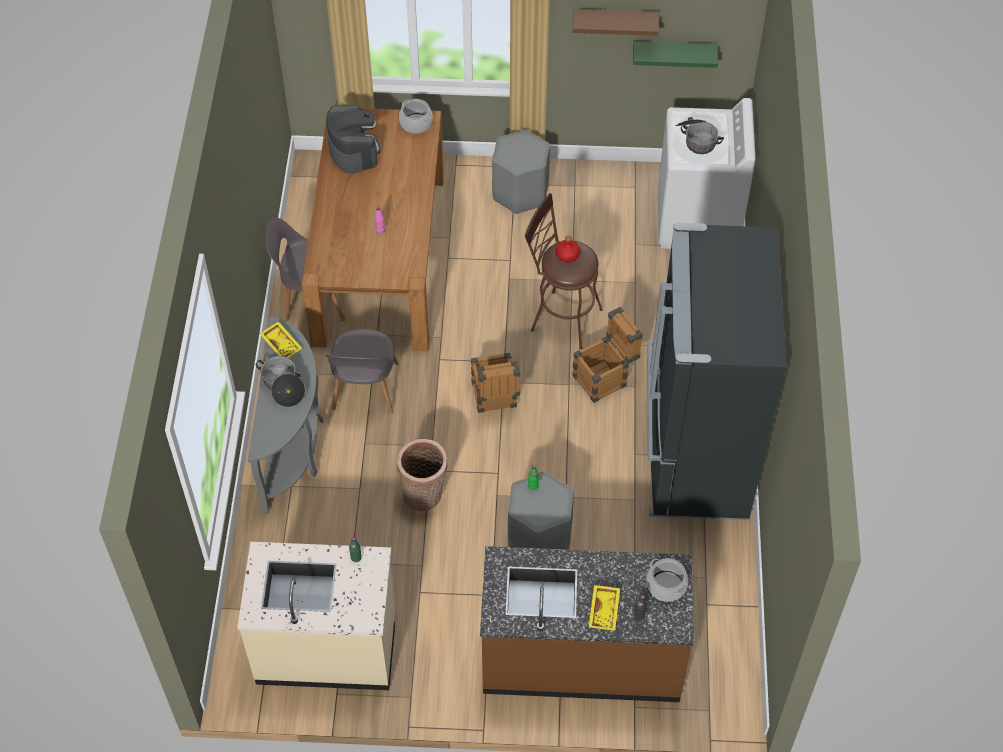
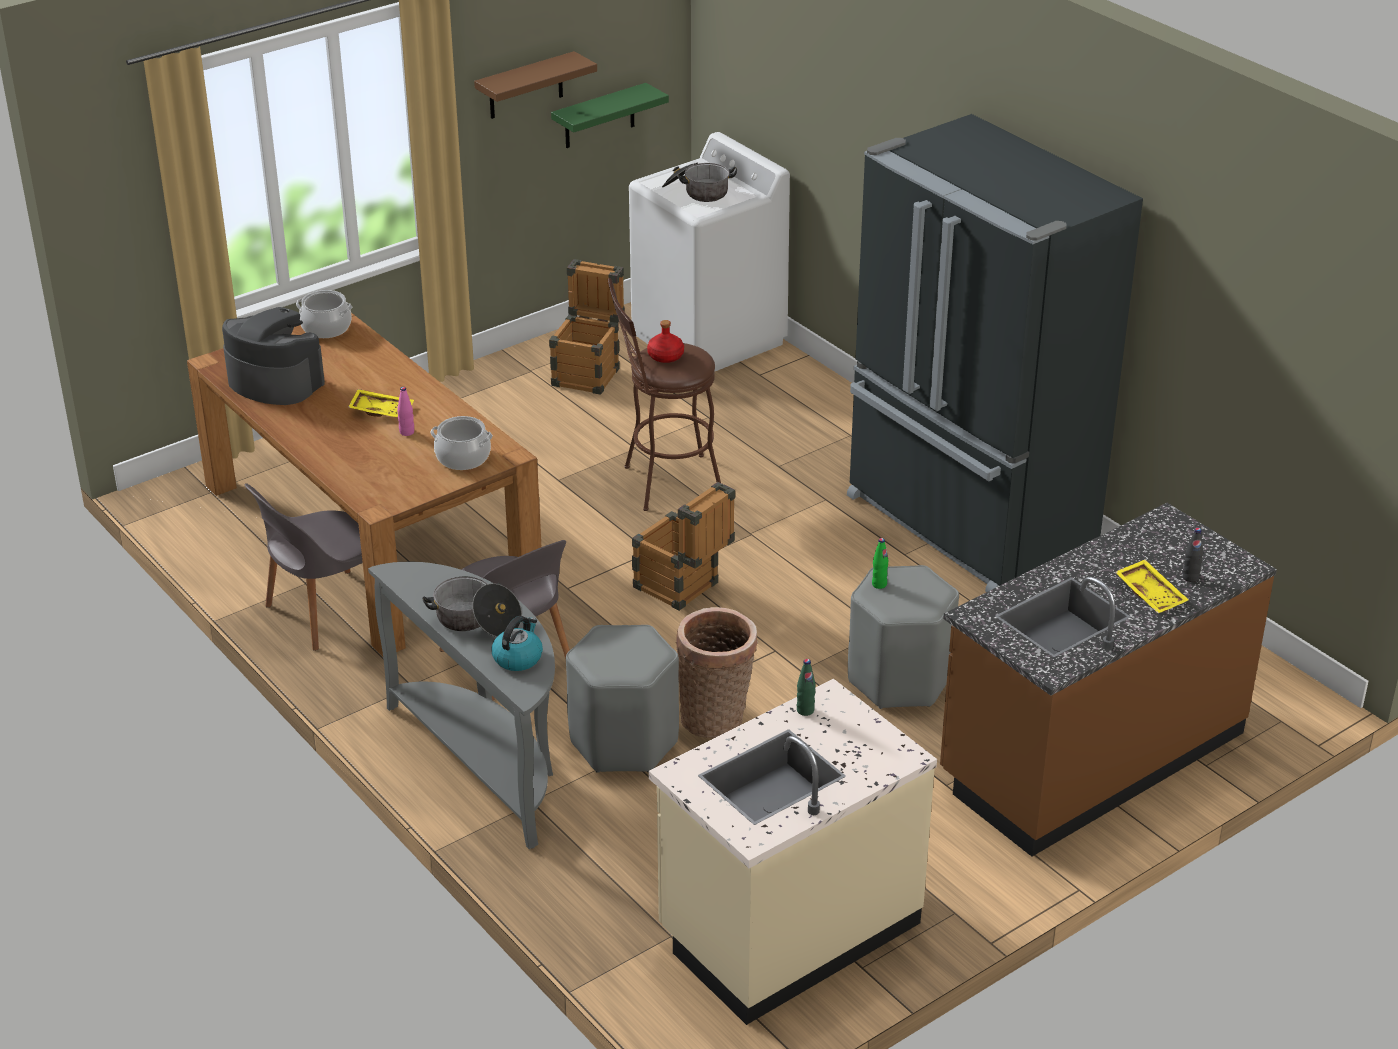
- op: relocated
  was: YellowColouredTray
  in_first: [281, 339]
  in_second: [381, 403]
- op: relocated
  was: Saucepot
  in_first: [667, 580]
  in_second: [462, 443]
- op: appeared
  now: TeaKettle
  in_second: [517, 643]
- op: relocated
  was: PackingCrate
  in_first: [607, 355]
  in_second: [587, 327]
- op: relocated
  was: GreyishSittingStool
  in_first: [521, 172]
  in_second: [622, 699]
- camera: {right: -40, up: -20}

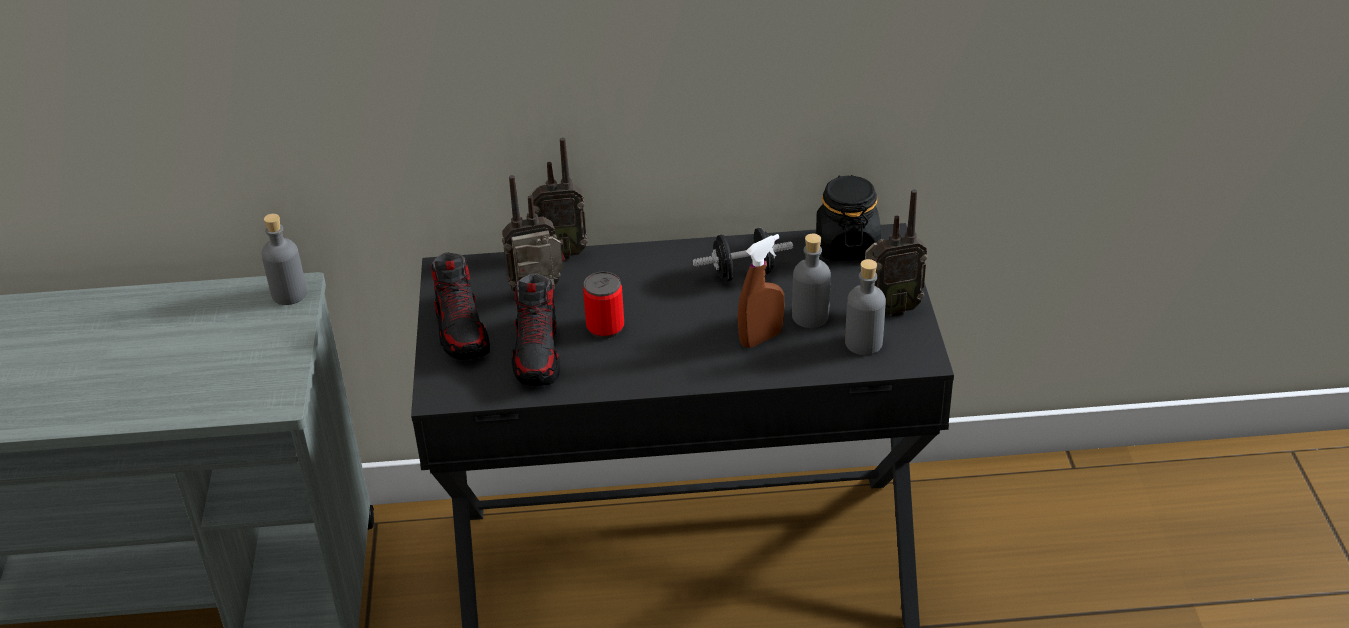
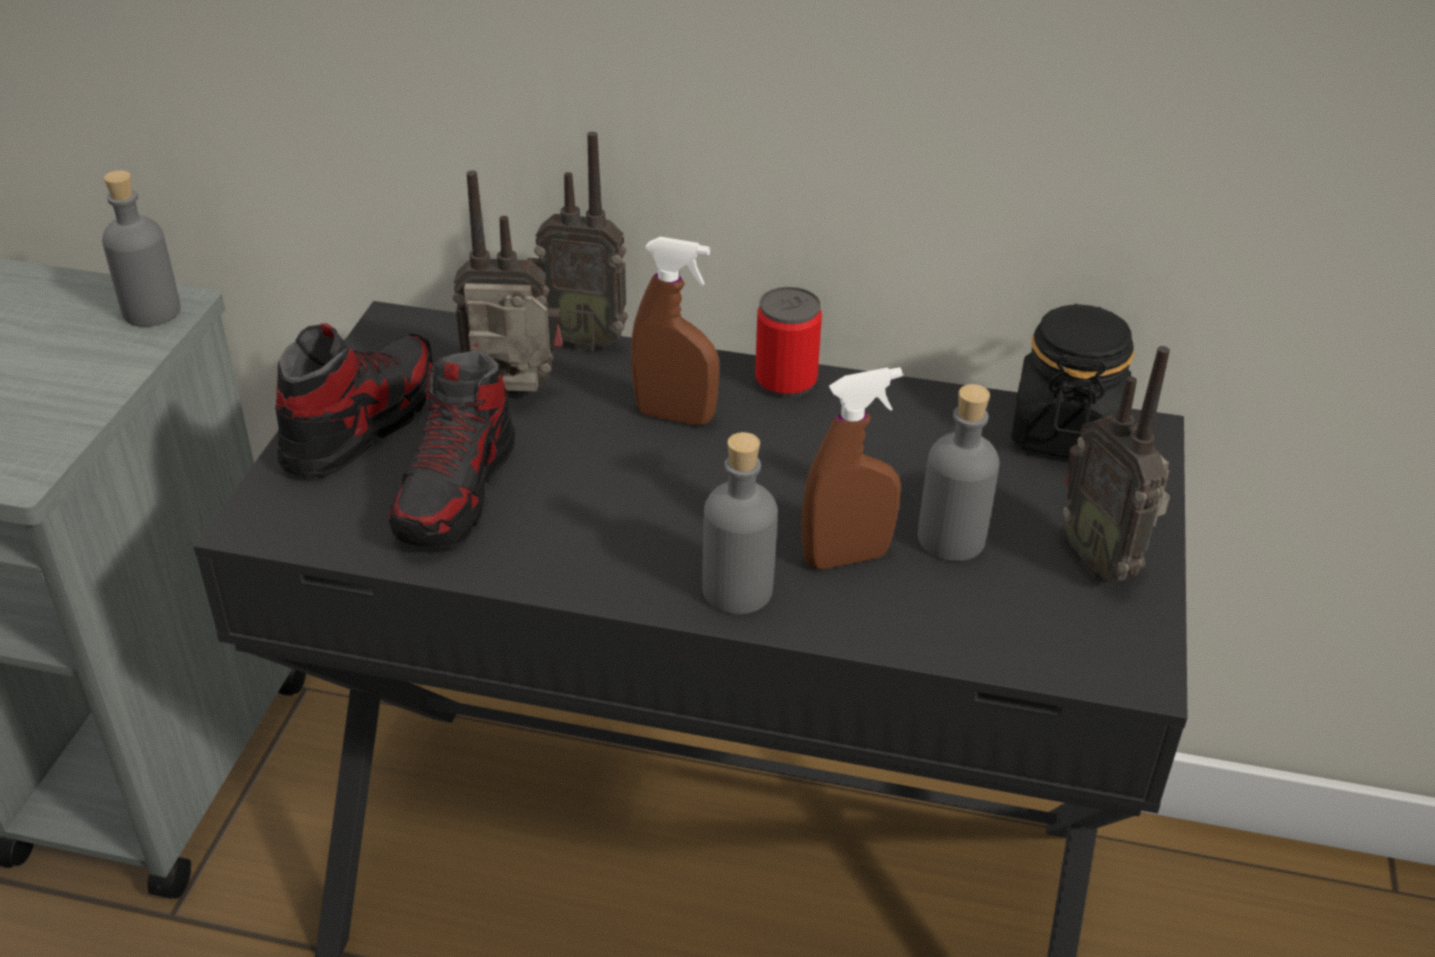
- op: spun
  was: ItemOfFootwear
  in_first: [460, 306]
  in_second: [354, 400]
  clockwise: -150
- op: appeared
  now: BrownishSprayBottle
  in_second: [675, 331]
- op: relocated
  was: GreyishBeverageBottle
  in_first: [865, 307]
  in_second: [740, 523]
- op: relocated
  was: MetalCan
  in_first: [603, 304]
  in_second: [788, 342]
- op: spun
  was: RadioReceiver
  in_first: [896, 253]
  in_second: [1116, 464]
  clockwise: 60
- op: missing
  was: BlackFreeWeight
  in_first: [743, 255]
- camera: {right: 15, up: 0}

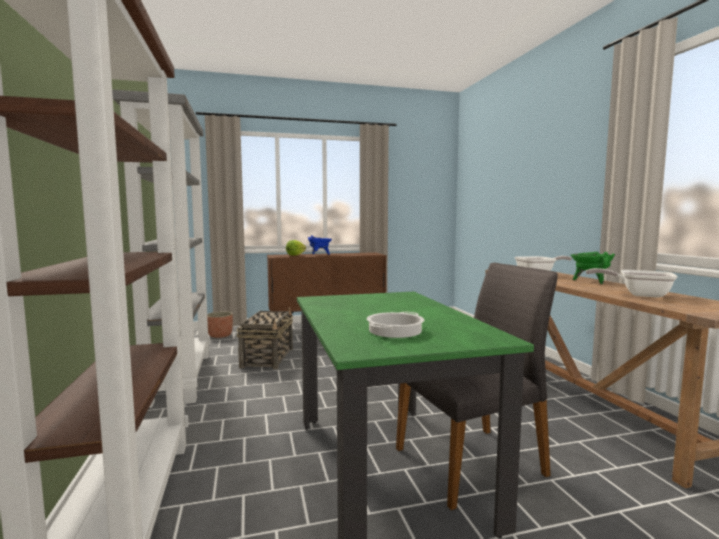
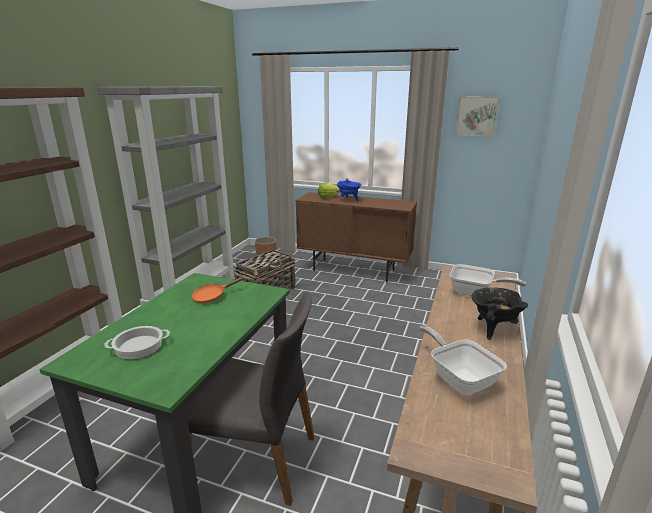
- op: appeared
  now: OrangeColouredSkillet
  in_second: [217, 289]
- op: appeared
  now: WallPicture
  in_second: [477, 116]
- op: colour
  was: GreenSaucepot
  now: BlackSaucepot
  in_first: [592, 268]
  in_second: [500, 313]
- camera: {right: 35, up: 15}

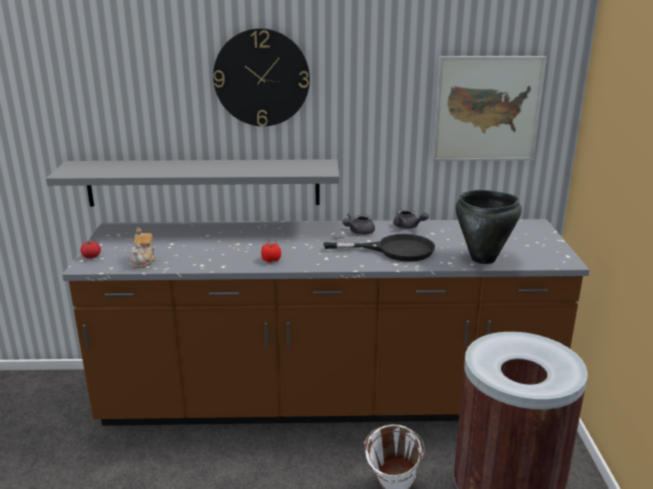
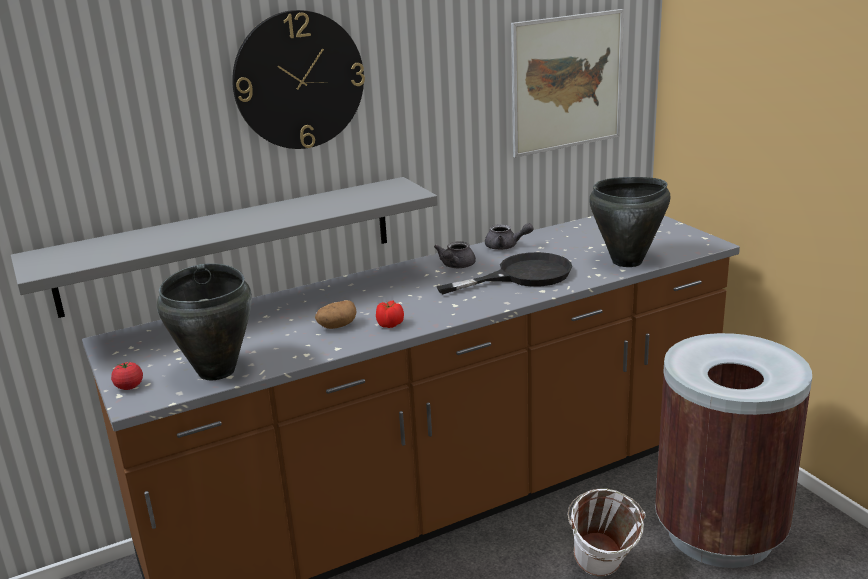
- op: exchanged
  was: Teapot
  now: BlackSaucepot
  in_first: [143, 248]
  in_second: [204, 321]
- op: appeared
  now: WholePotato
  in_second: [335, 314]
- camera: {right: -25, up: 0}

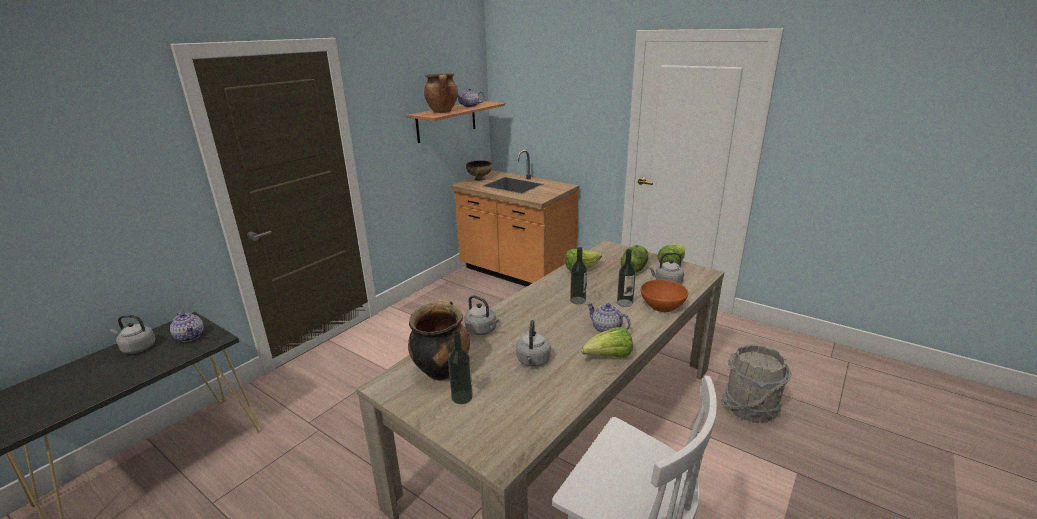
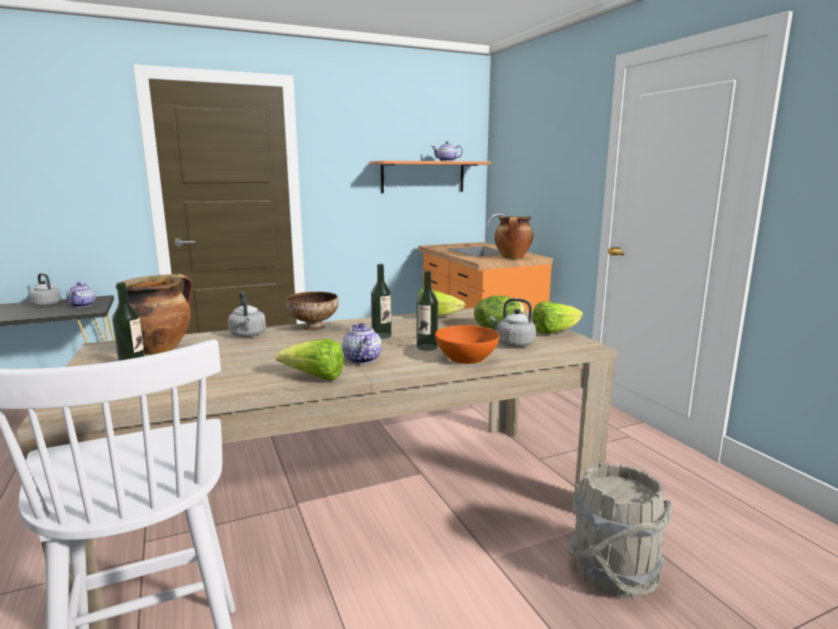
- op: relocated
  was: ServingBowl
  in_first: [479, 170]
  in_second: [312, 311]
- op: relocated
  was: Saucepot
  in_first: [441, 93]
  in_second: [513, 237]
- op: missing
  was: GreyishTeaKettle
  in_first: [533, 343]
- camera: {right: 30, up: -10}

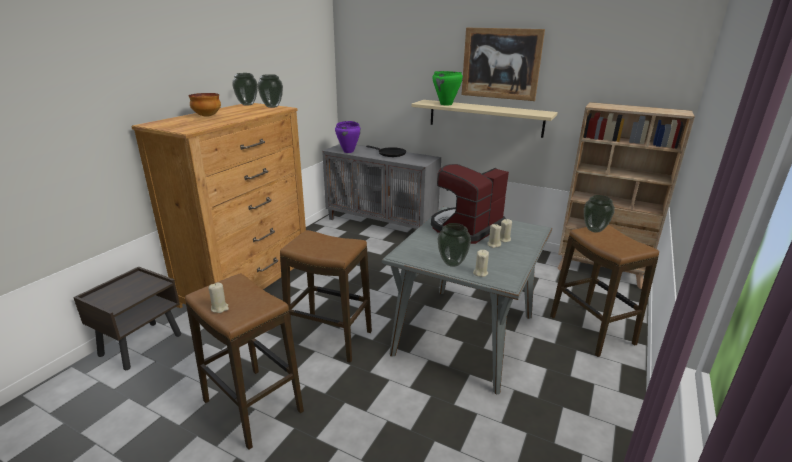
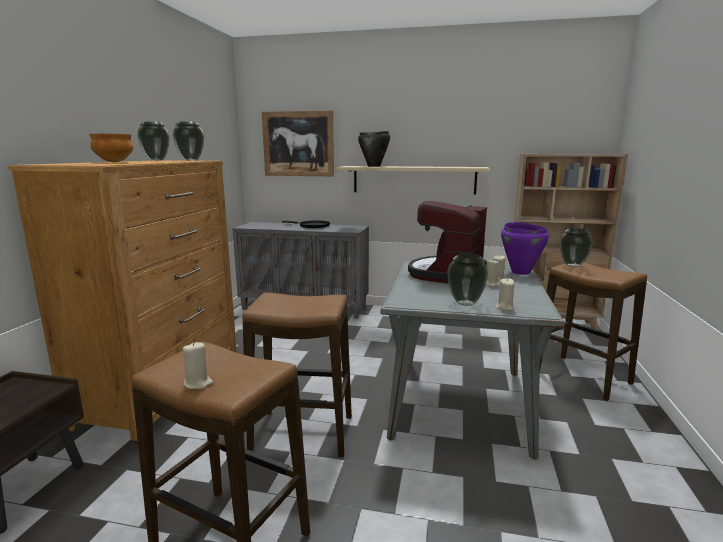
- op: relocated
  was: WallPicture
  in_first: [503, 64]
  in_second: [298, 143]
- op: colour
  was: GreenSaucepot
  now: BlackSaucepot
  in_first: [447, 88]
  in_second: [374, 149]
- op: relocated
  was: PurpleColouredSaucepot
  in_first: [348, 137]
  in_second: [525, 248]
- camera: {right: -15, up: -10}

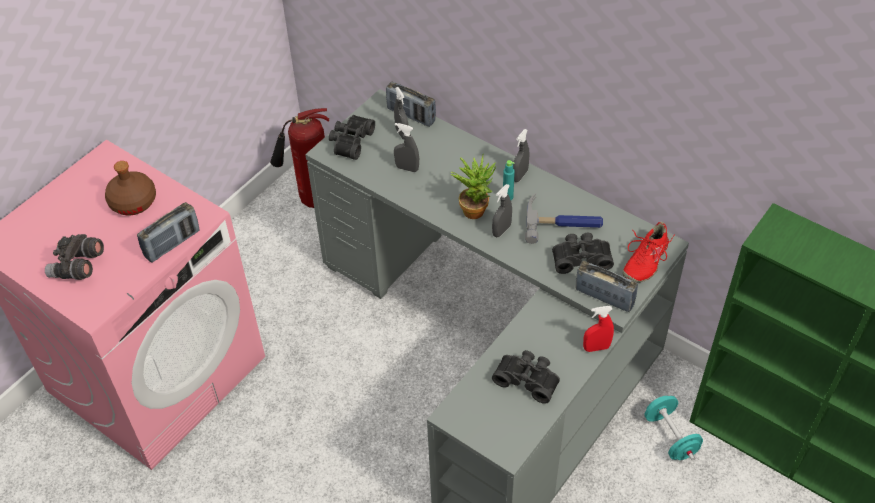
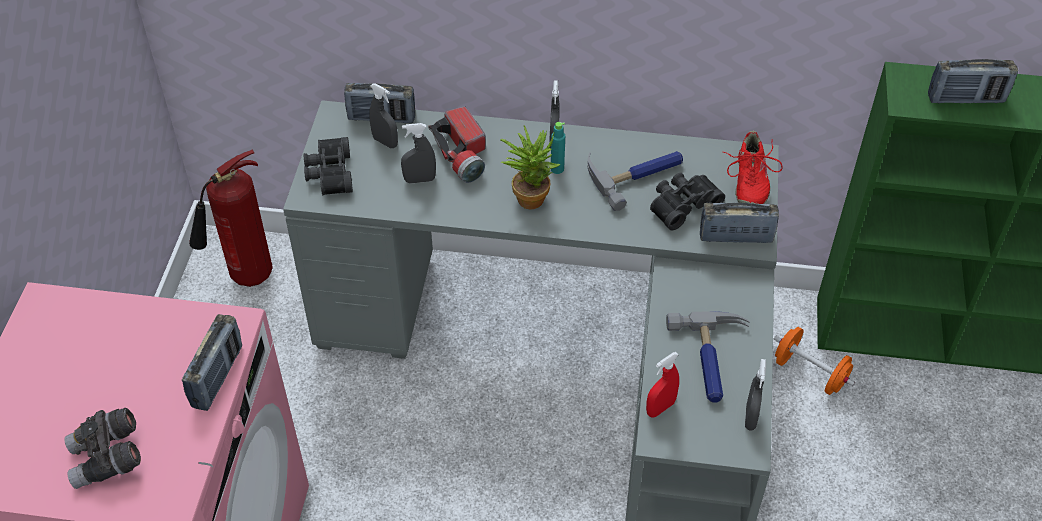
- op: appeared
  now: HandTorch
  in_second: [457, 144]
- op: relocated
  was: RedColouredSprayBottle
  in_first: [598, 329]
  in_second: [662, 384]
- op: exchanged
  was: BlackFieldGlasses
  now: HandHammer
  in_first: [526, 377]
  in_second: [708, 357]
- op: relocated
  was: GreyishSprayBottle
  in_first: [502, 210]
  in_second: [755, 395]
- op: colour
  was: BlueGreenFreeWeight
  now: OrangeColouredFreeWeight
  in_first: [673, 428]
  in_second: [814, 361]
- op: appeared
  now: RadioReceiver
  in_second: [973, 81]
- op: missing
  was: BrownishBeverageBottle
  in_first: [130, 188]
- camera: {right: -30, up: 0}

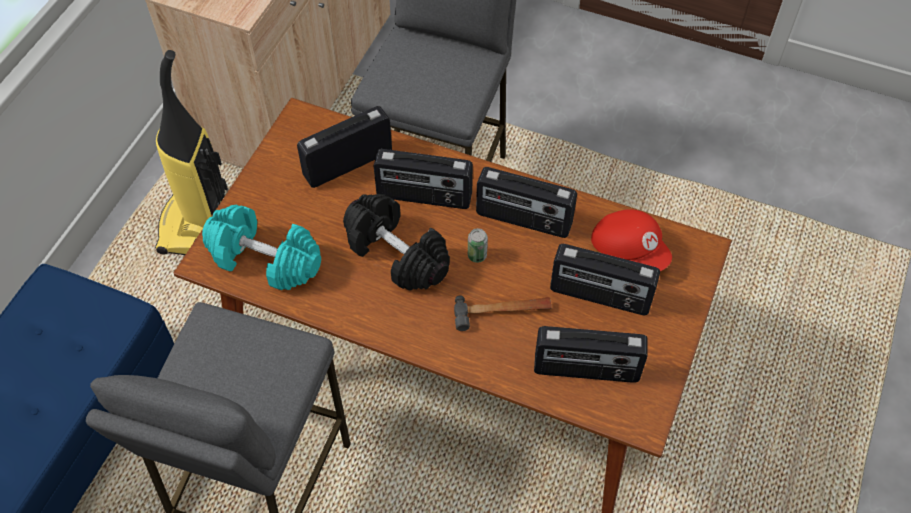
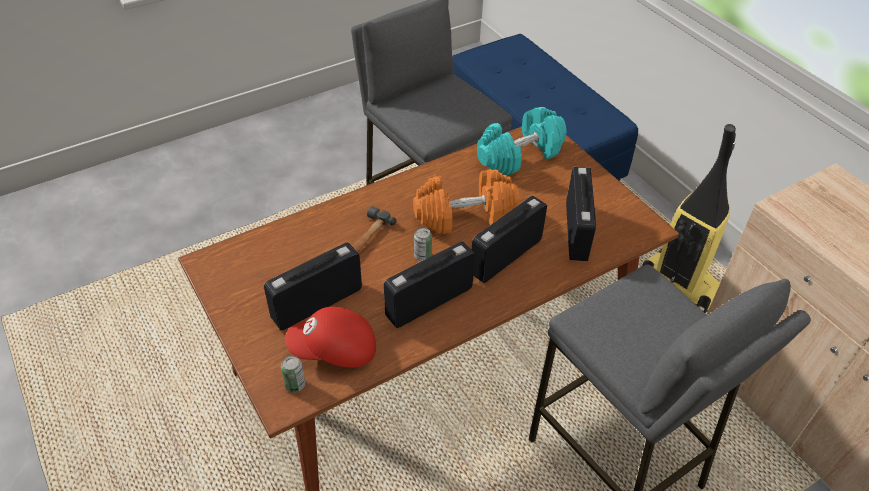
- op: appeared
  now: MetalCan
  in_second: [293, 374]
- op: colour
  was: BlackFreeWeight
  now: OrangeColouredFreeWeight
  in_first: [396, 242]
  in_second: [466, 201]
- op: missing
  was: RadioReceiver
  in_first: [591, 354]
- camera: {right: 125, up: -10}

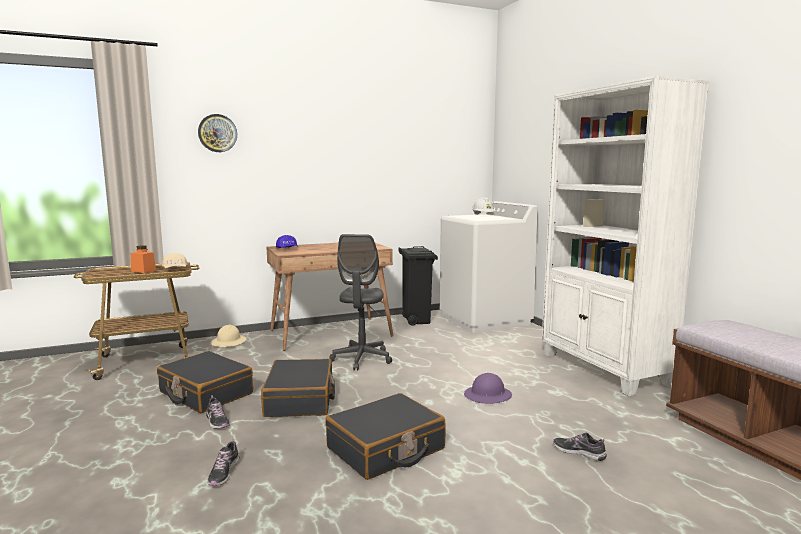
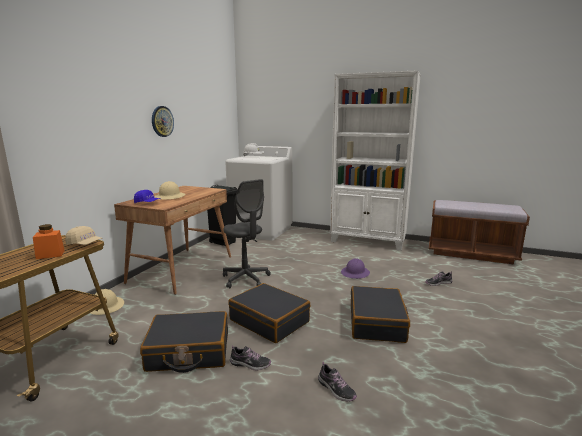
- op: relocated
  was: WallClock
  in_first: [217, 133]
  in_second: [163, 121]
- op: appeared
  now: BeigeColouredHardHat
  in_second: [169, 190]
- camera: {right: -45, up: 5}

